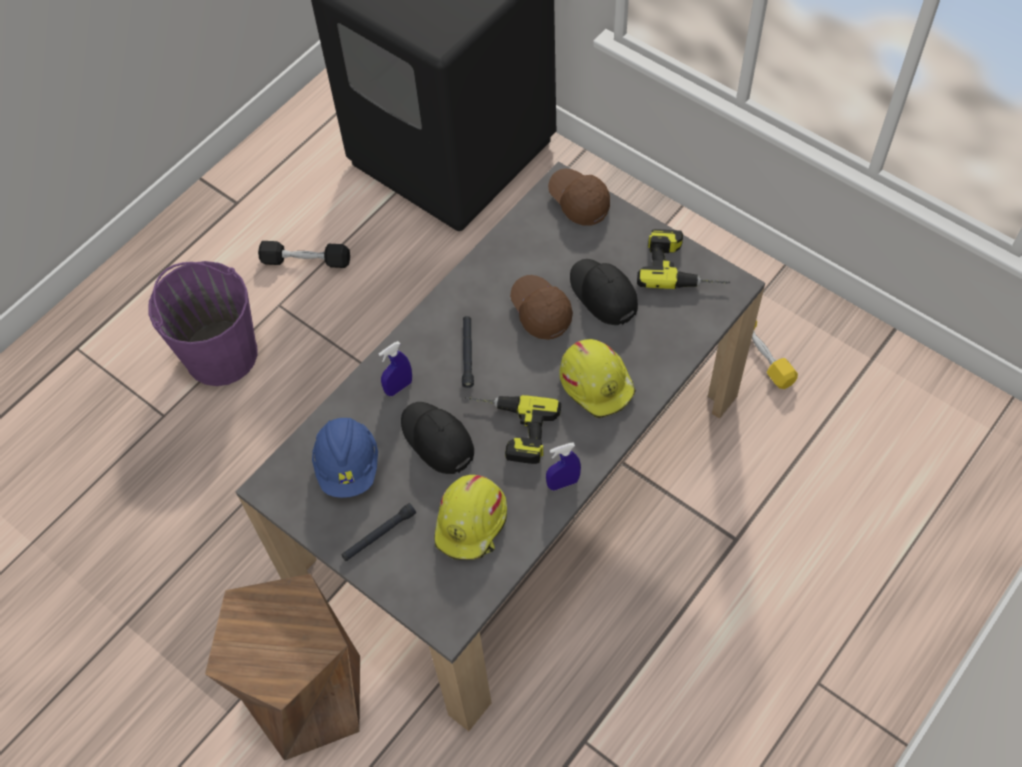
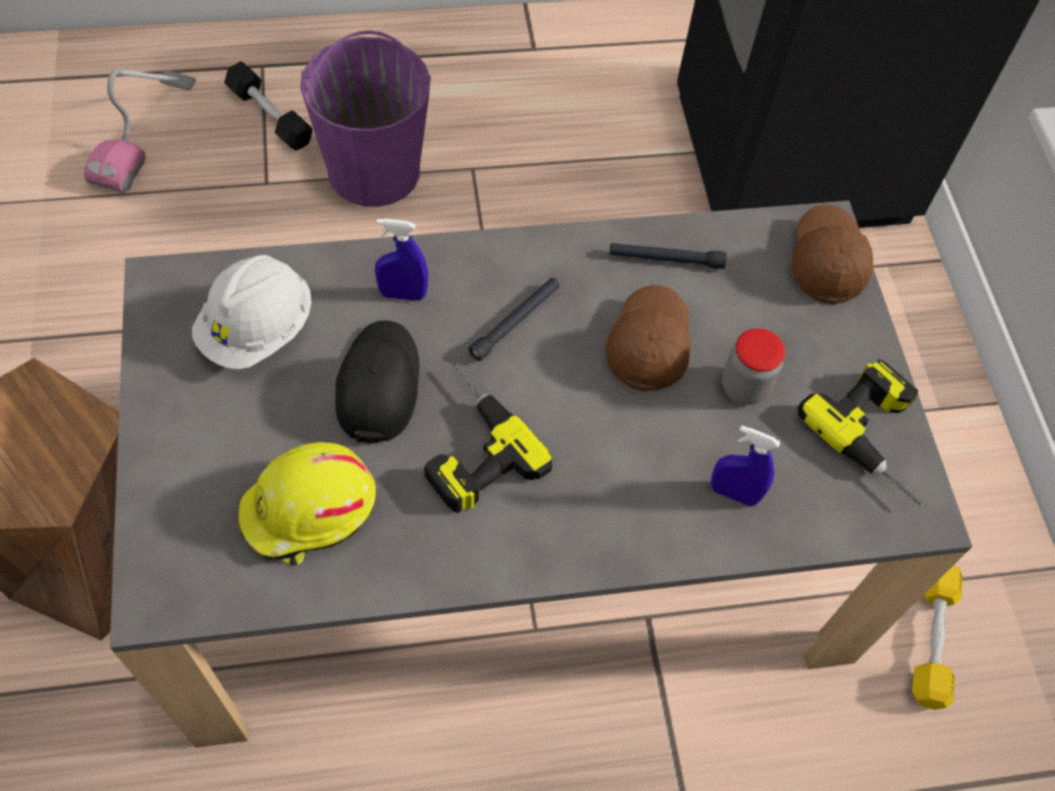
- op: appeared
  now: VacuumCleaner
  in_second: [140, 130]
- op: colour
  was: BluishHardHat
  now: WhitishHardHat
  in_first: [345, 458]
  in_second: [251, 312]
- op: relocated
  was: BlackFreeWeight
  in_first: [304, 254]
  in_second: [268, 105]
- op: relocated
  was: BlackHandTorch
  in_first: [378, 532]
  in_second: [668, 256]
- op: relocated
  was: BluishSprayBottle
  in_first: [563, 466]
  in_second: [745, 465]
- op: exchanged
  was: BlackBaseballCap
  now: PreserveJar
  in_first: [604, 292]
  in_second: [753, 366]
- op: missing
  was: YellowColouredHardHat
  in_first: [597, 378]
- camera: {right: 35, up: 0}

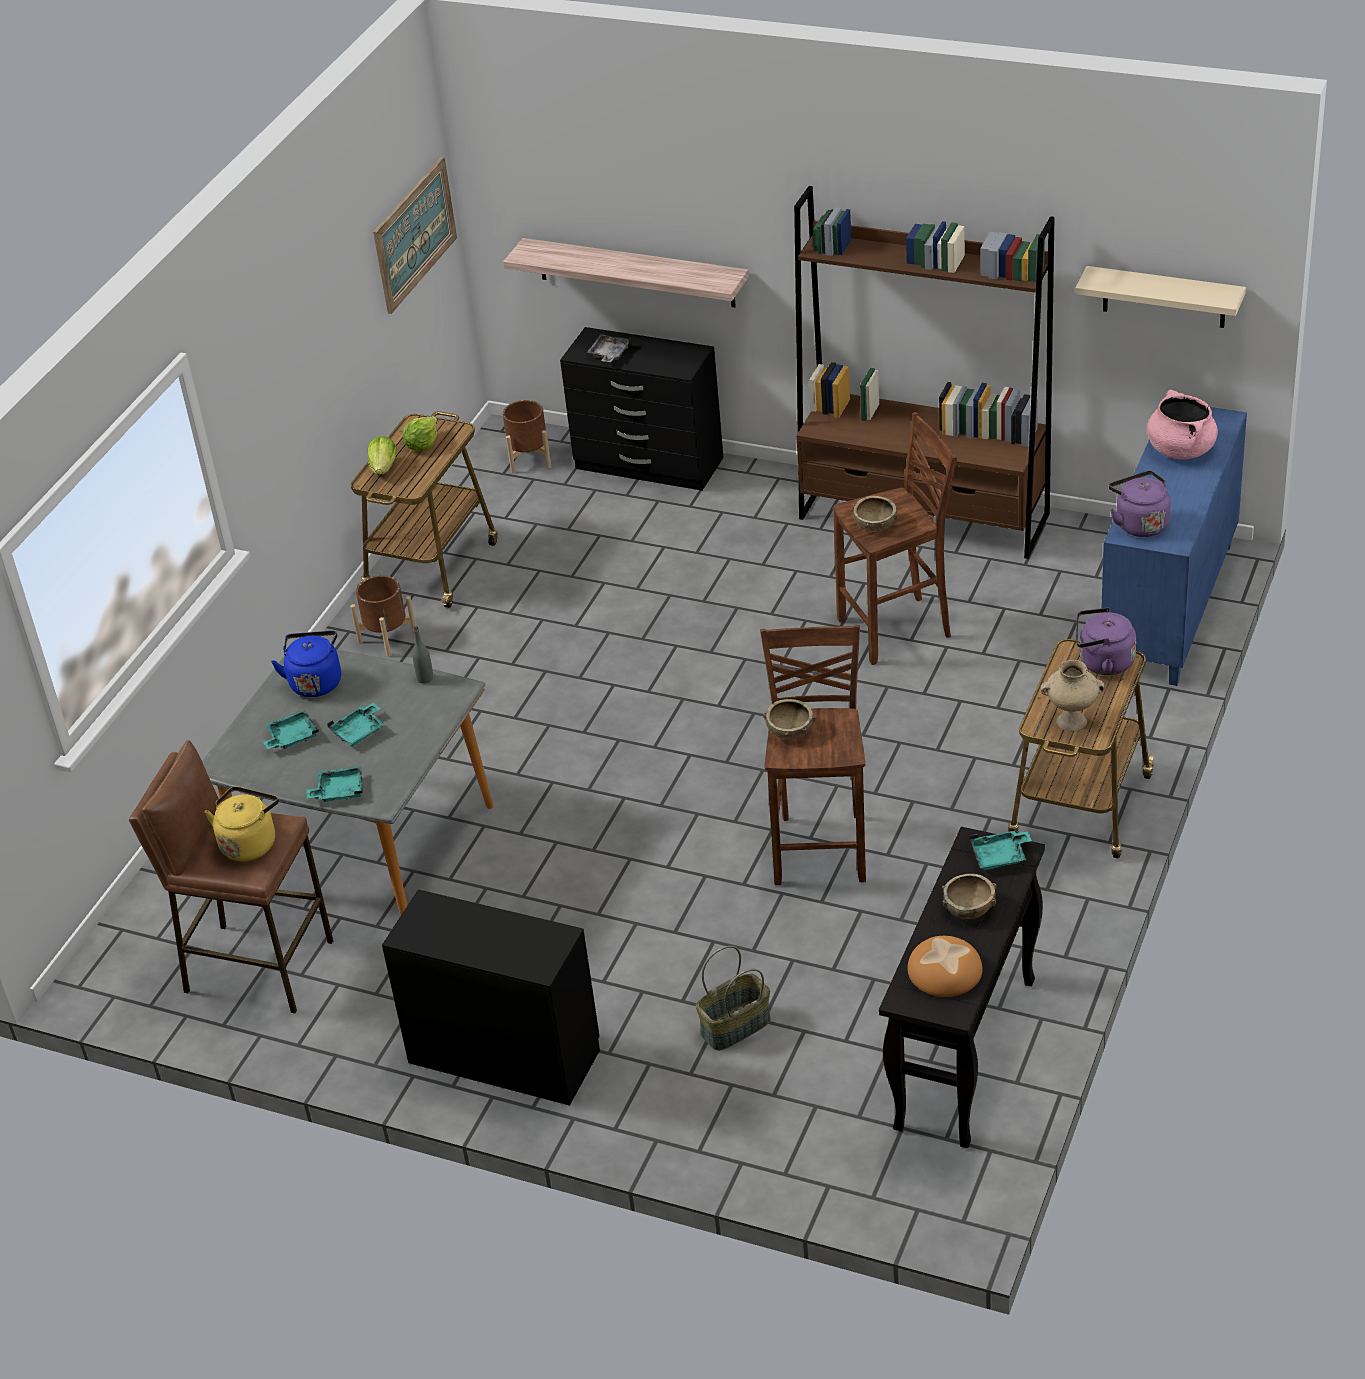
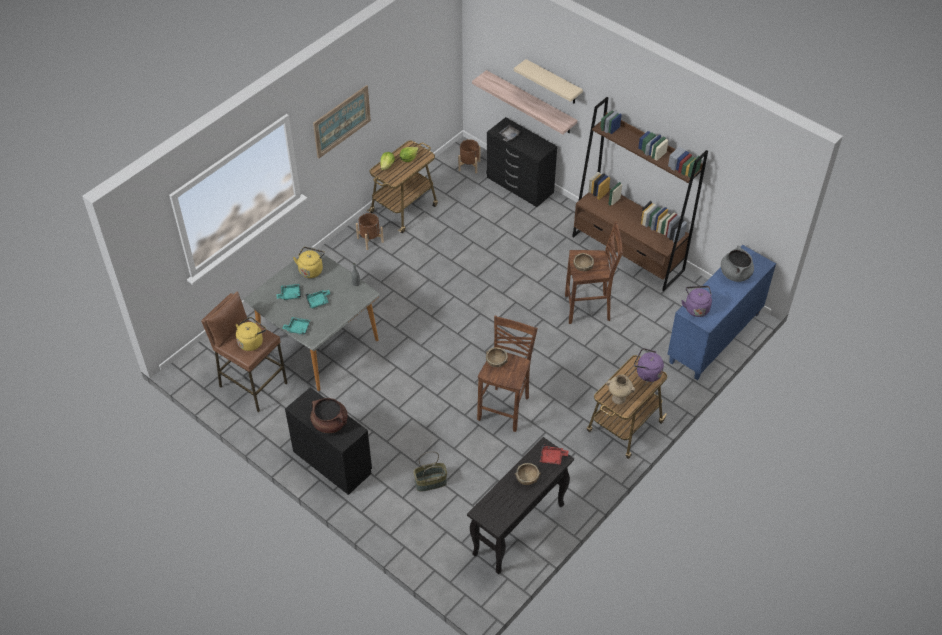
- op: colour
  was: BluishTeaKettle
  now: YellowColouredTeaKettle
  in_first: [306, 664]
  in_second: [309, 262]
- op: appeared
  now: BrownishSaucepot
  in_second: [328, 415]
- op: relocated
  was: WallPicture
  in_first: [415, 235]
  in_second: [342, 122]
- op: relocated
  was: BeigeColouredShelf
  in_first: [1160, 297]
  in_second: [548, 81]
- op: colour
  was: BlueGreenTray
  now: RedColouredTray
  in_first: [1001, 850]
  in_second: [554, 454]
- op: colour
  was: PinkSaucepot
  now: GreyishSaucepot
  in_first: [1182, 424]
  in_second: [737, 264]
- op: missing
  was: BakeryBread
  in_first: [944, 966]
- camera: {right: 15, up: 10}

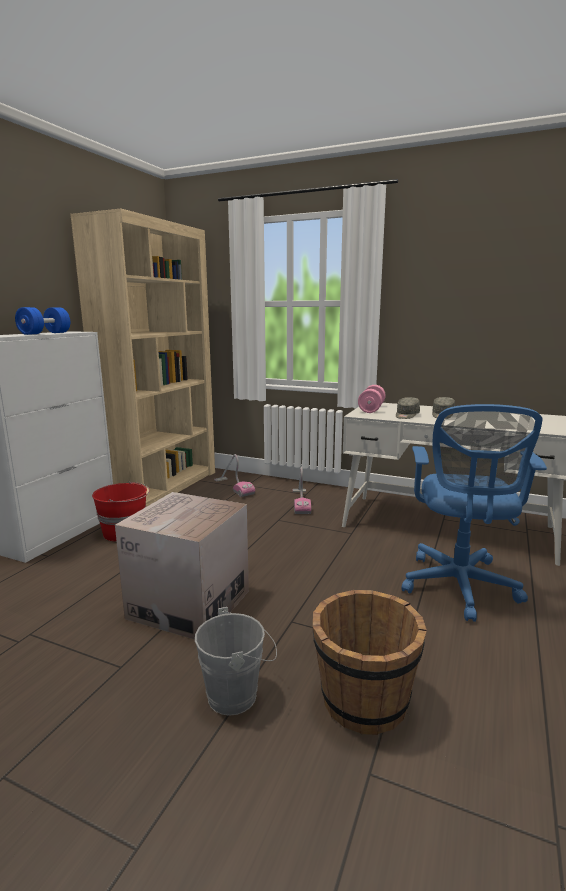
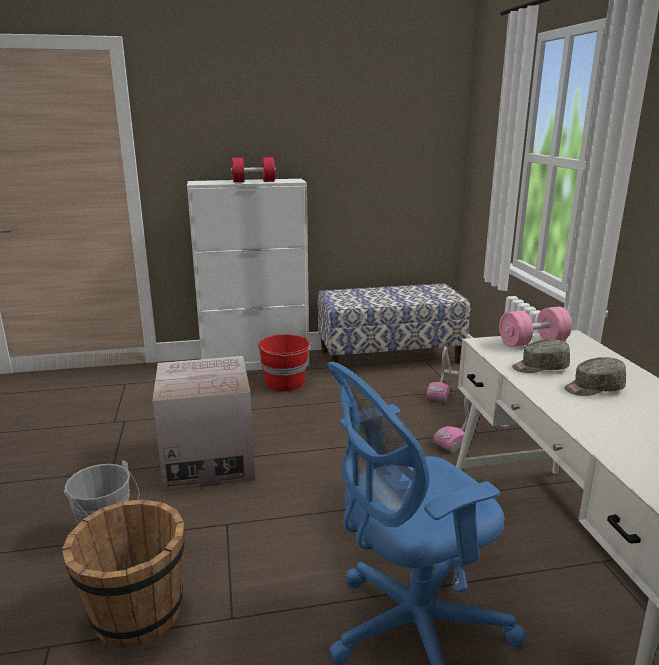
- op: colour
  was: BluishFreeWeight
  now: RedColouredFreeWeight
  in_first: [42, 321]
  in_second: [253, 169]
- op: exchanged
  was: BeigeColouredBookshelf
  now: IndoorBench
  in_first: [142, 358]
  in_second: [393, 323]
- camera: {right: 55, up: 5}

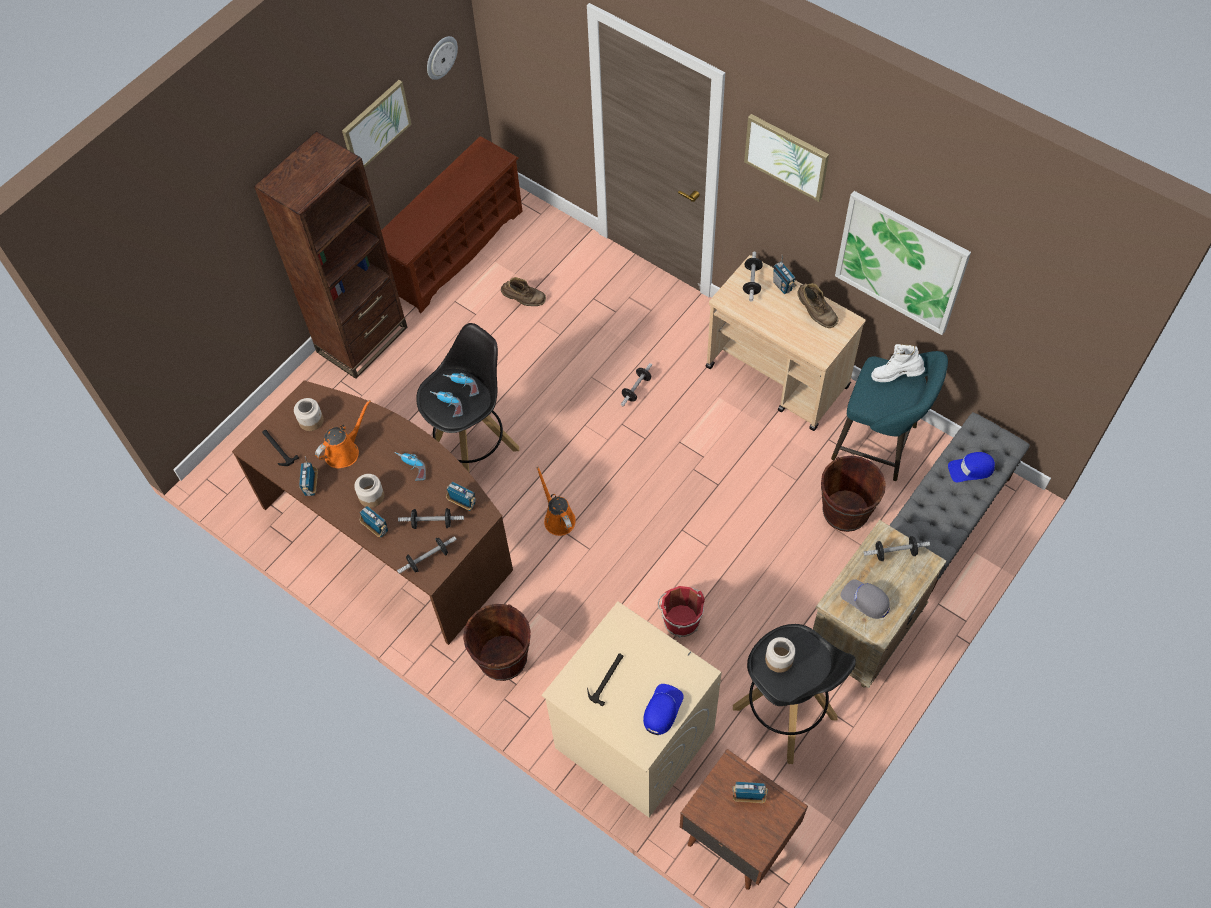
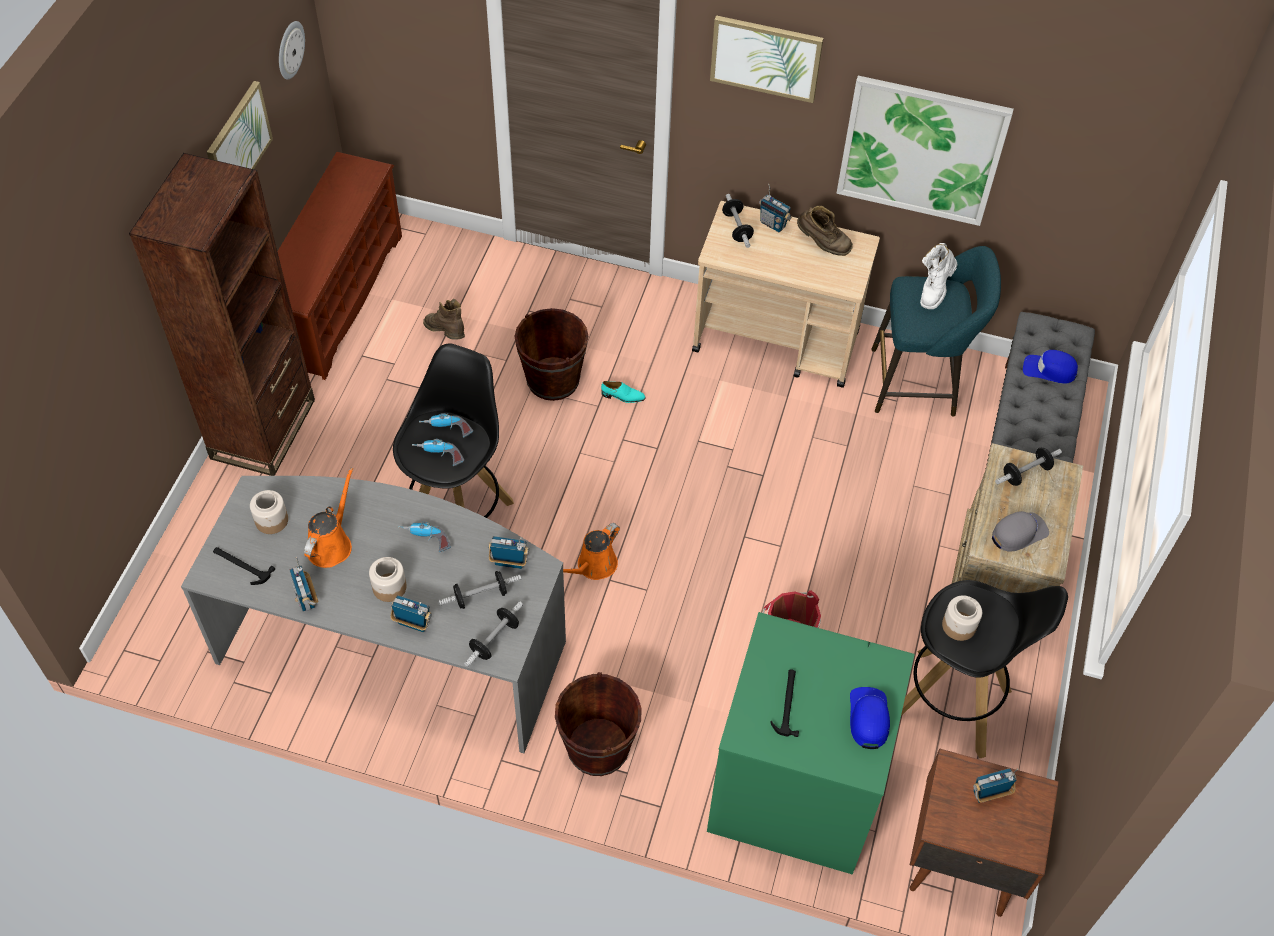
- op: colour
  was: BrownishDesk
  now: GreyishDesk
  in_first: [372, 512]
  in_second: [373, 614]
- op: spun
  was: BrownishHighTopBoot
  in_first: [523, 291]
  in_second: [444, 319]
  clockwise: -120
- op: relocated
  was: BrownishPail
  in_first: [853, 494]
  in_second: [551, 354]
- op: spun
  was: OrangeColouredWateringPot
  in_first: [556, 501]
  in_second: [591, 551]
  clockwise: -90
- op: exchanged
  was: FreeWeight
  now: BlueGreenItemOfFootwear
  in_first: [636, 384]
  in_second: [623, 392]
- op: colour
  was: BeigeColouredWashingMachine
  now: GreenWashingMachine
  in_first: [632, 709]
  in_second: [811, 743]
- op: spun
  was: WhitishHighTopBoot
  in_first: [898, 363]
  in_second: [938, 276]
  clockwise: -45
- op: spun
  was: GreyishBaseballCap
  in_first: [865, 599]
  in_second: [1020, 531]
  clockwise: 135
- op: spun
  was: BluishBaseballCap
  in_first: [971, 467]
  in_second: [1050, 367]
  clockwise: 45
- camera: {right: -25, up: -5}

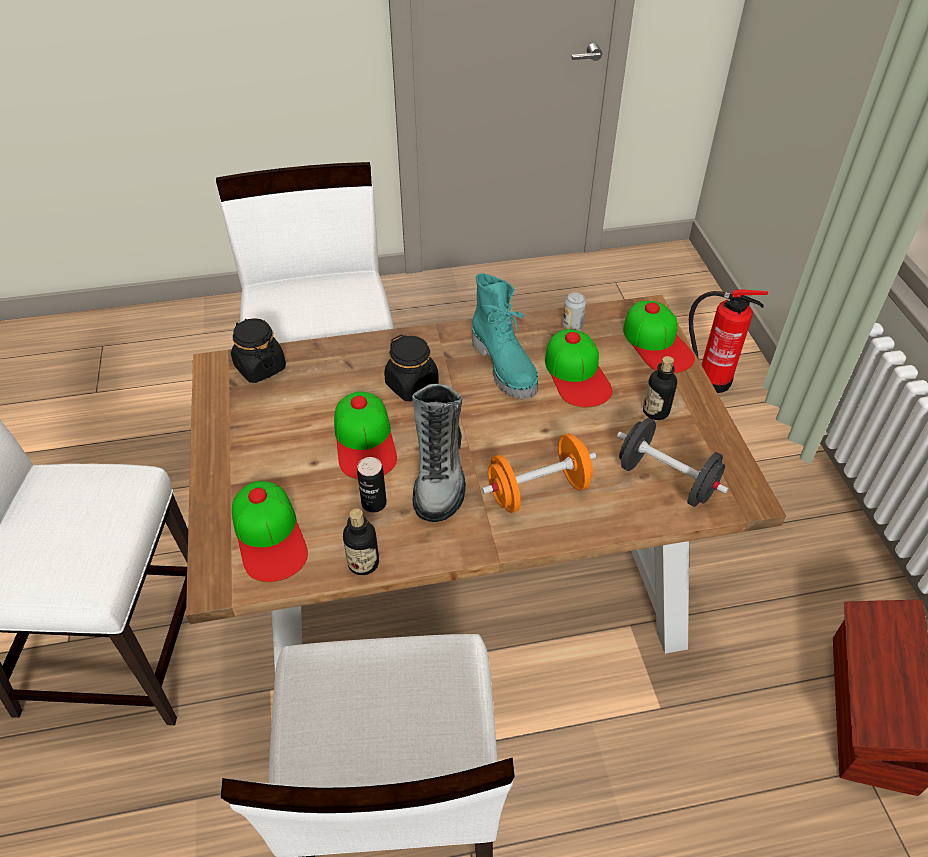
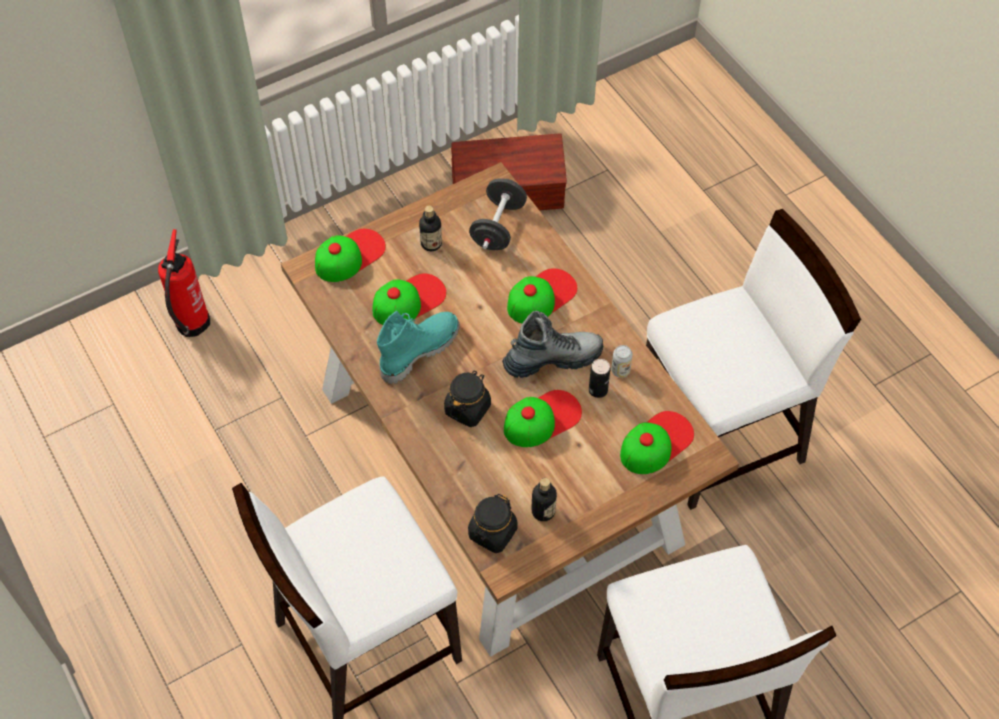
- op: exchanged
  was: OrangeColouredFreeWeight
  now: BaseballCap
  in_first: [539, 473]
  in_second: [542, 295]
- op: relocated
  was: BeverageBottle
  in_first: [361, 542]
  in_second: [544, 499]
- op: relocated
  was: MetalCan
  in_first: [574, 311]
  in_second: [622, 361]
- camera: {right: -110, up: 10}

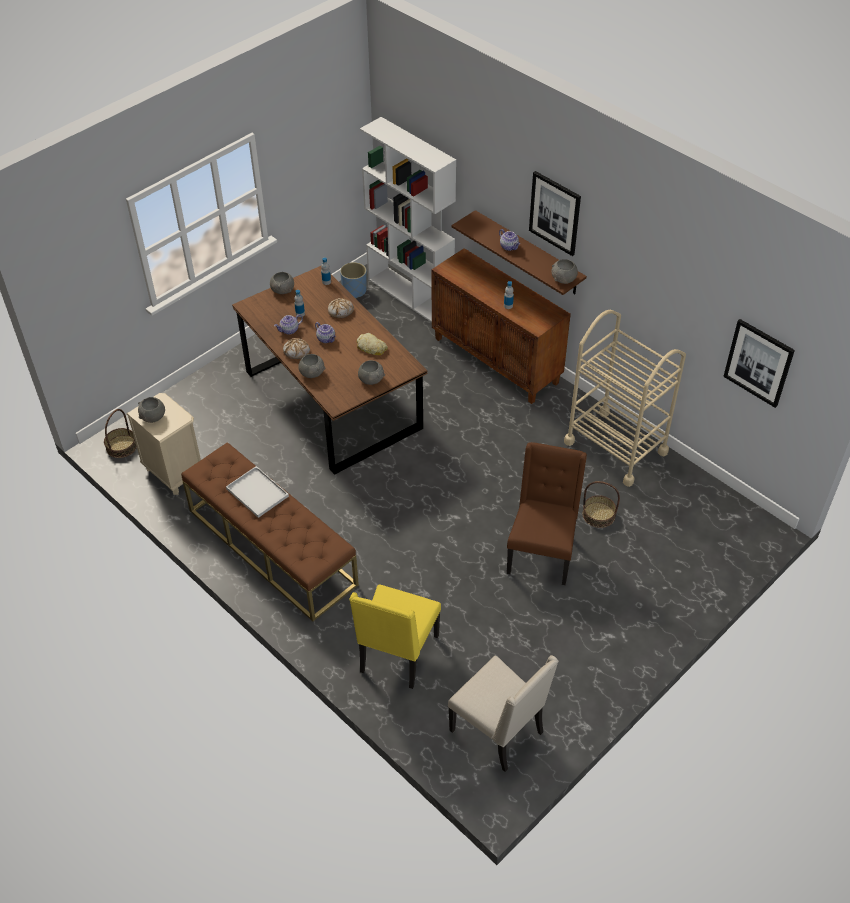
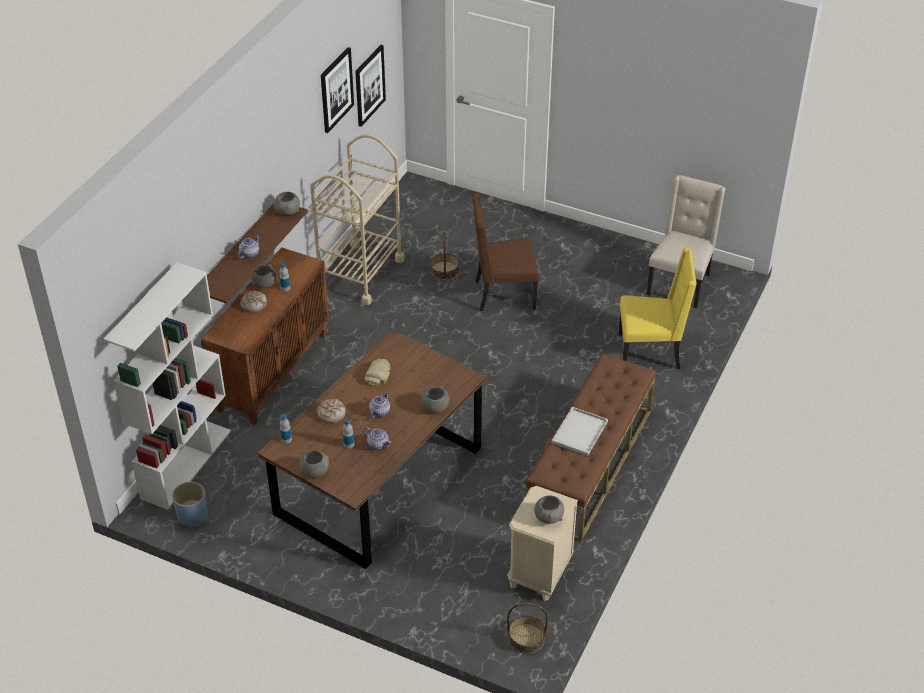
- op: relocated
  was: BakeryBread
  in_first: [296, 348]
  in_second: [254, 302]
- op: relocated
  was: GreyishServingBowl
  in_first: [371, 372]
  in_second: [263, 276]
- op: relocated
  was: WallPicture
  in_first: [555, 213]
  in_second: [337, 90]
- camera: {right: -110, up: -5}

